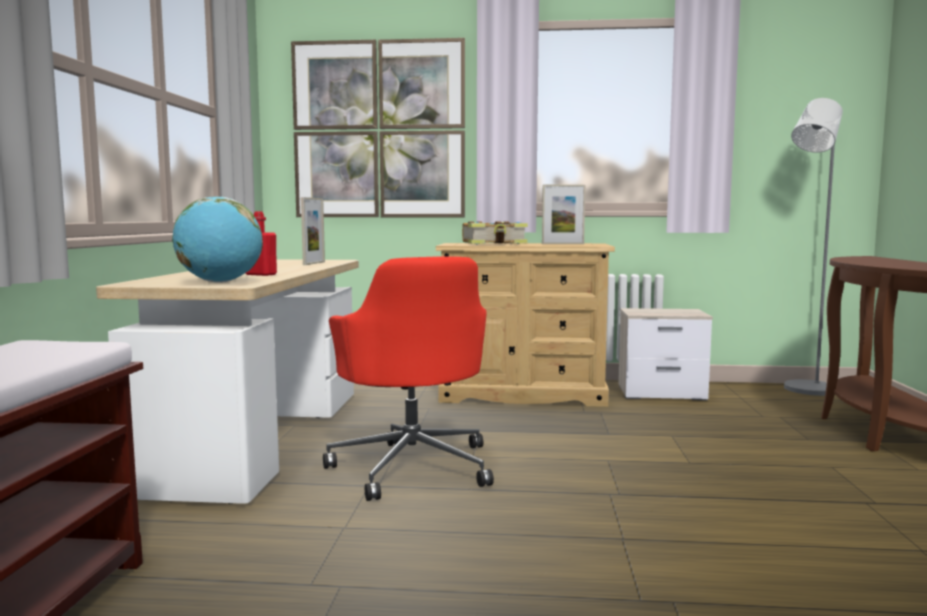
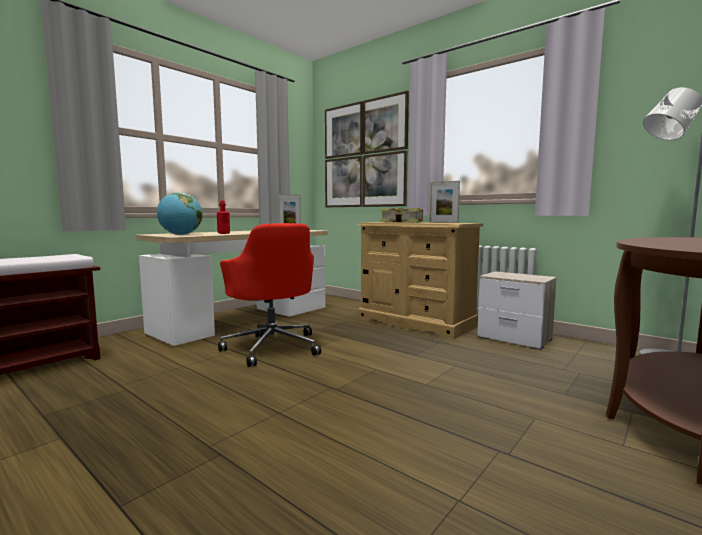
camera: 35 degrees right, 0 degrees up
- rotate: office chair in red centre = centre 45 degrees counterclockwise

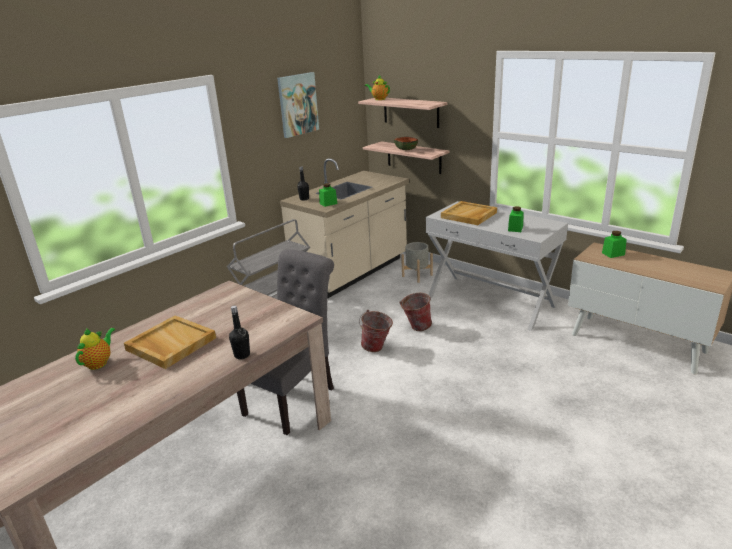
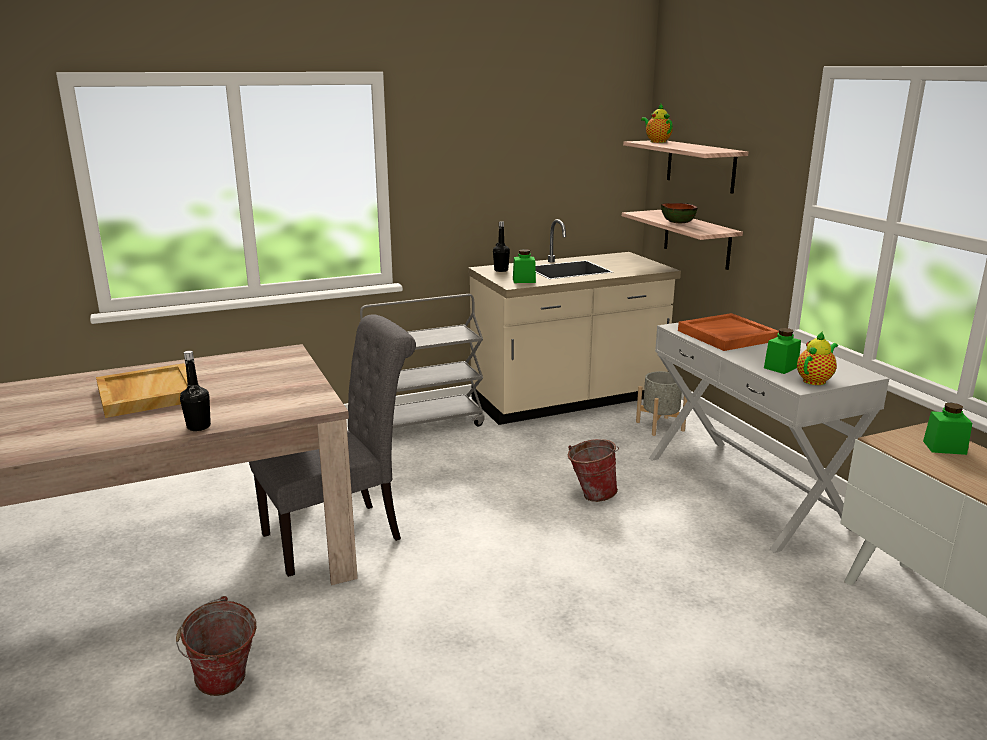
camera: 25 degrees right, 5 degrees down
- delete: picture top centre
- recolor: tray in beige (2nd from left) centre to tray in orange middle right
- move: bucket (1st from left) centre to bottom left
- move: teapot (1st from left in the first image) middle left to teapot (2nd from left) middle right

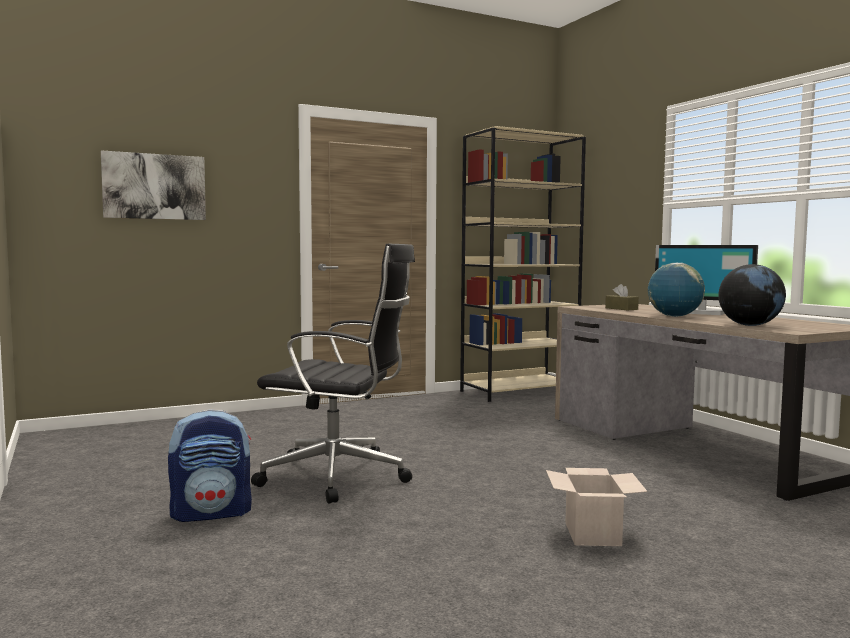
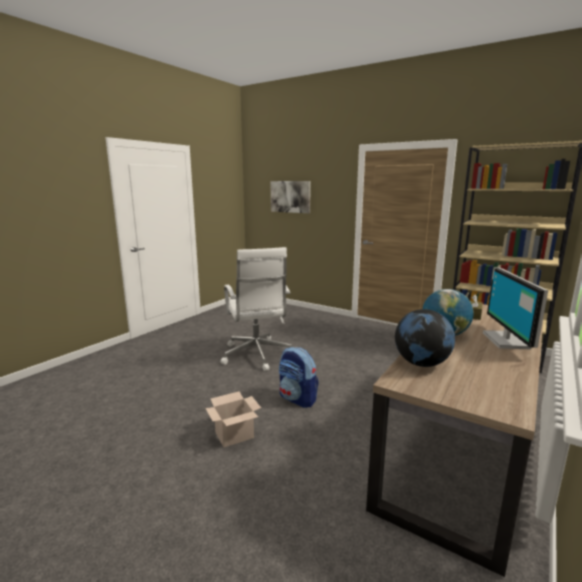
camera: 60 degrees right, 10 degrees up
- recolor: office chair in black centre to office chair in white centre
- move: backpack bottom left to centre

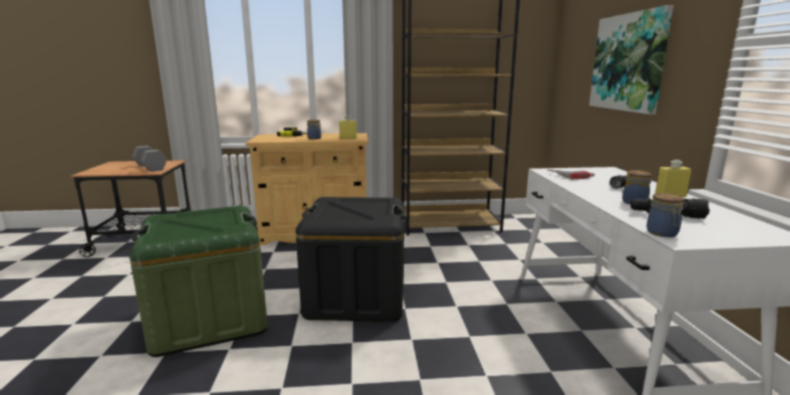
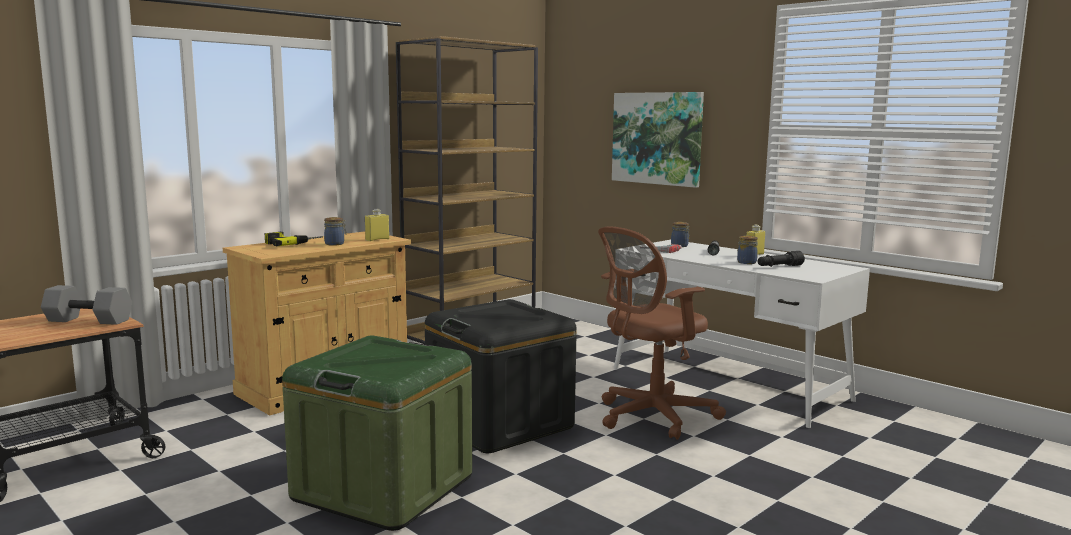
camera: 40 degrees left, 5 degrees down
- move: jar (3rd from left in the first image) middle right to jar (2nd from left) centre
- insert: office chair in brown centre

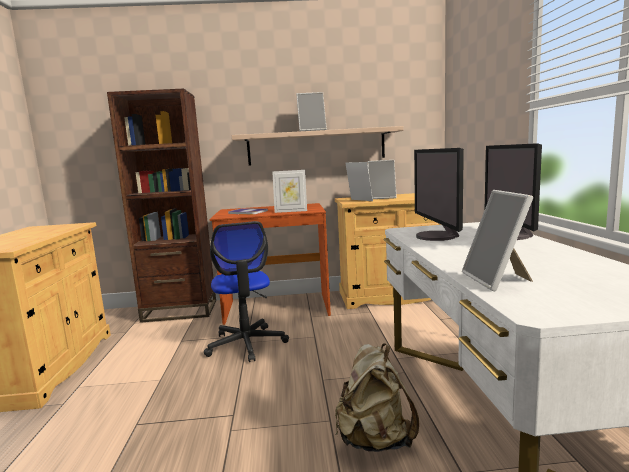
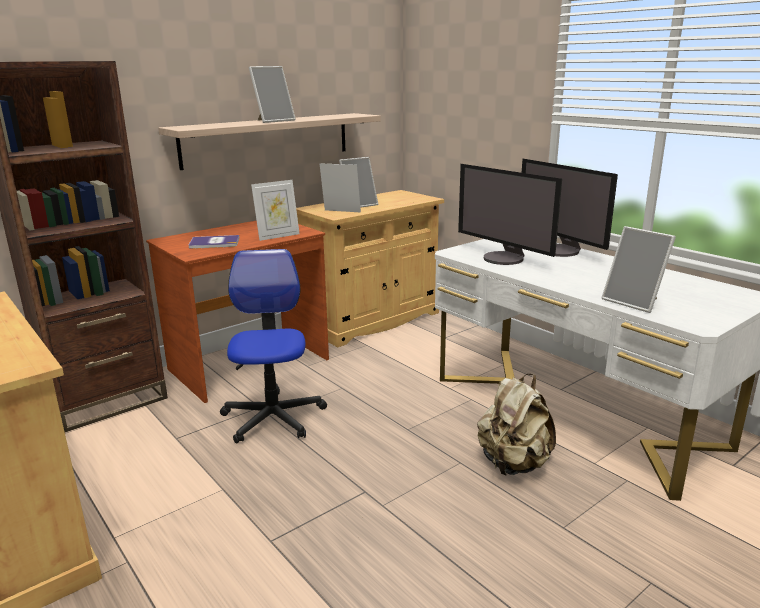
camera: 35 degrees left, 10 degrees up
- rotate: office chair centre = centre 135 degrees counterclockwise

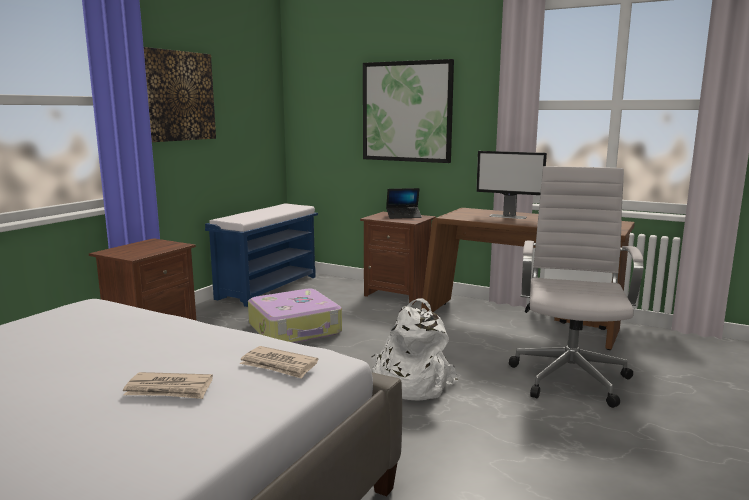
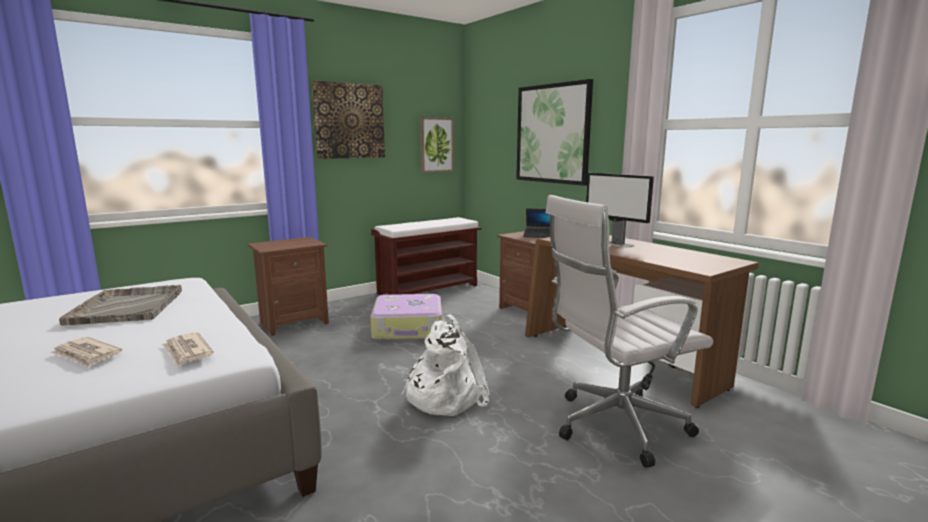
camera: 25 degrees right, 0 degrees up
- rotate: office chair in white middle right = middle right 150 degrees counterclockwise
- recolor: bench in blue centre to bench in brown centre
- insert: picture (2nd from left) top centre
- insert: tray in grey middle left

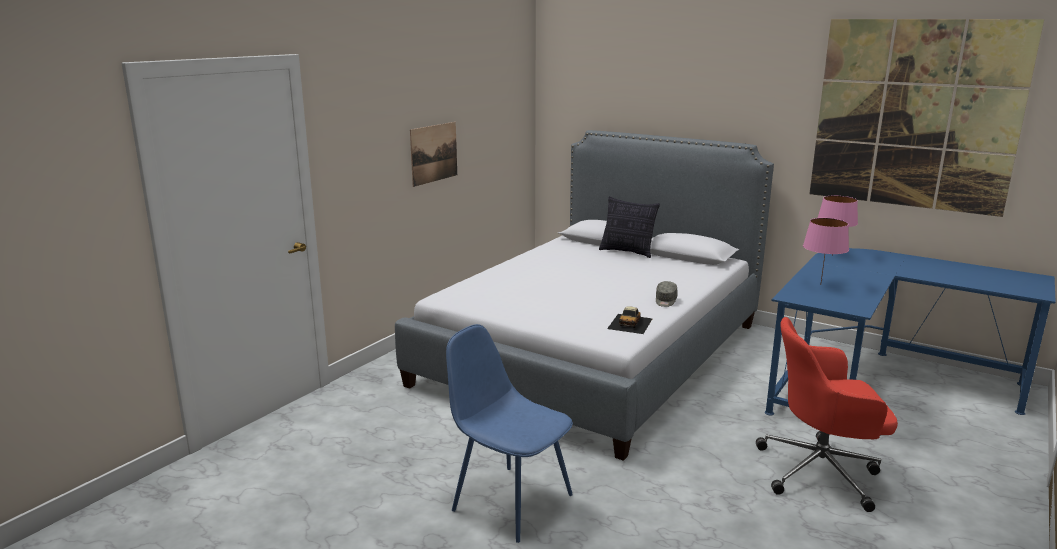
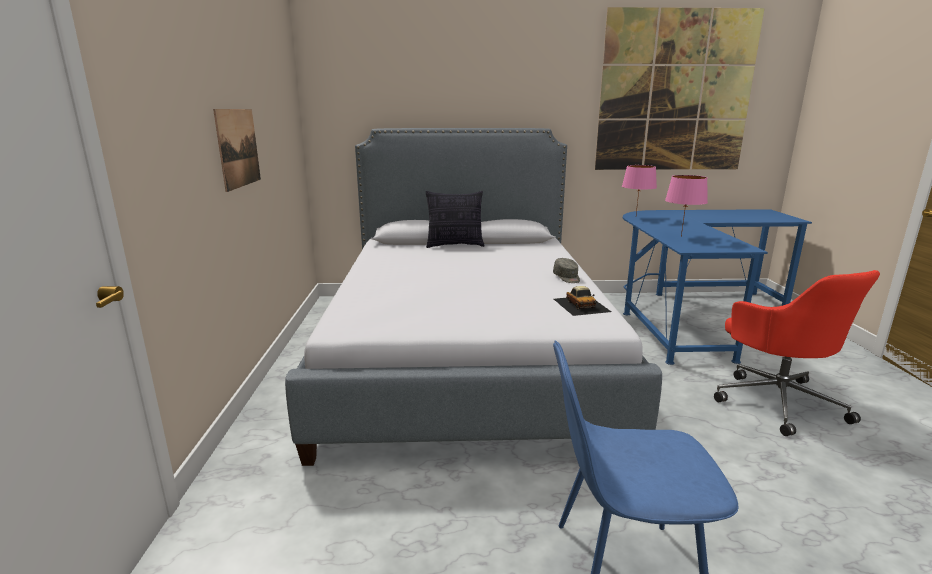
camera: 35 degrees left, 0 degrees up
- rotate: office chair in red bottom right = middle right 75 degrees counterclockwise

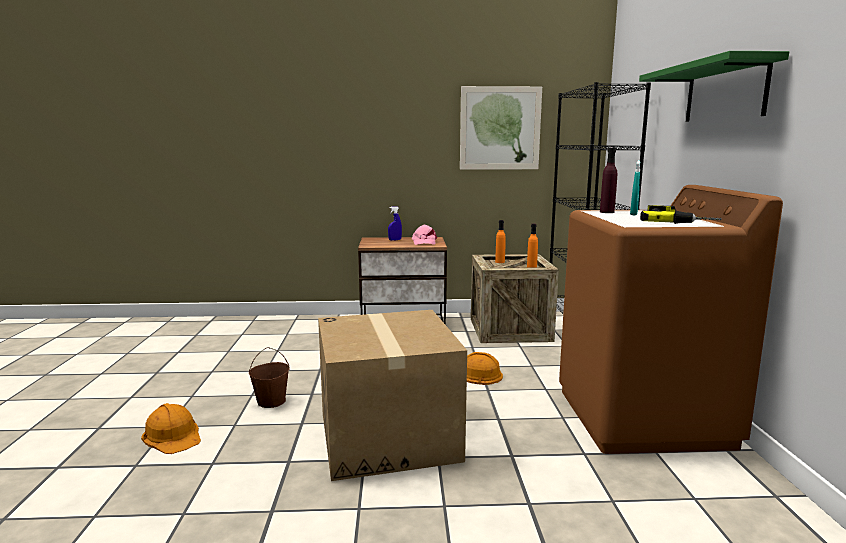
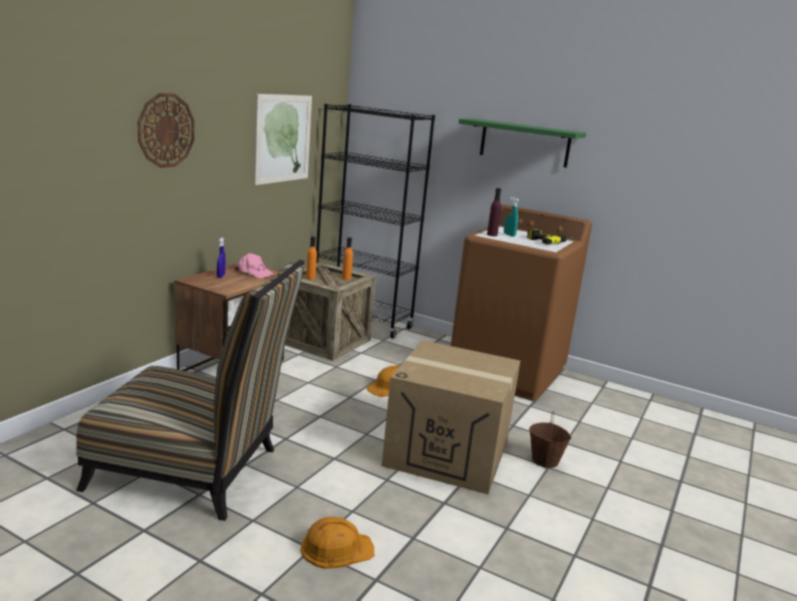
camera: 60 degrees left, 5 degrees up
- move: bucket in brown bottom left to bottom right
- insert: wall clock top left
- insert: chair middle left

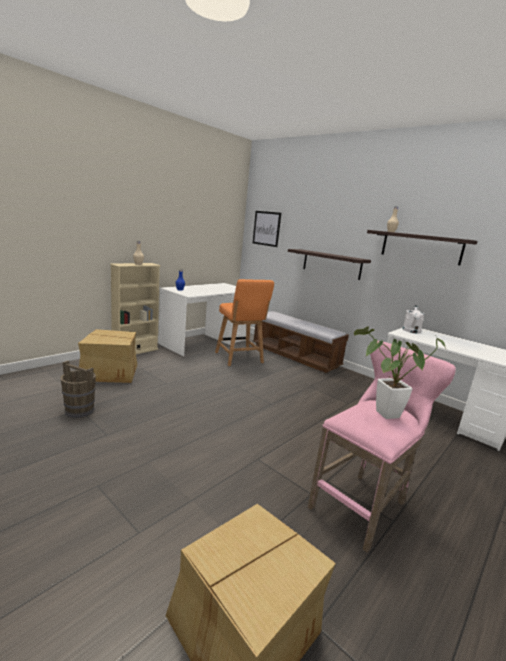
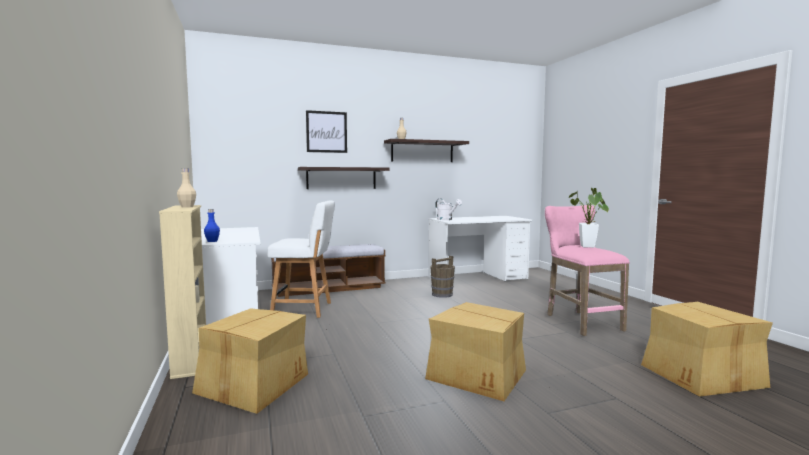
camera: 60 degrees left, 10 degrees down
- move: picture centre to top centre
- recolor: chair in orange centre to chair in white centre
- move: bucket in brown middle left to centre
- insert: cardboard box (2nd from left) bottom centre

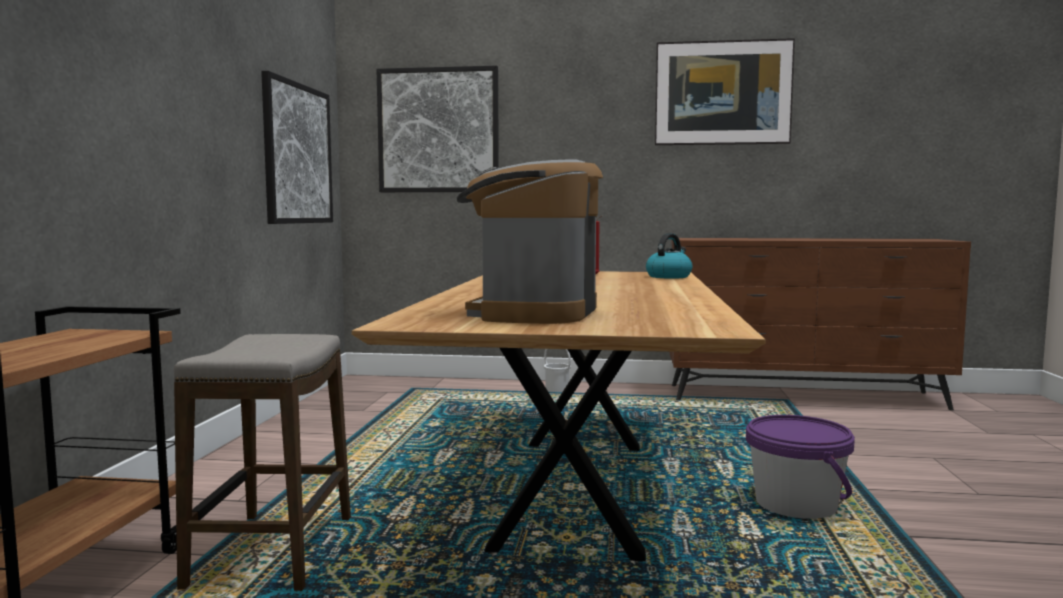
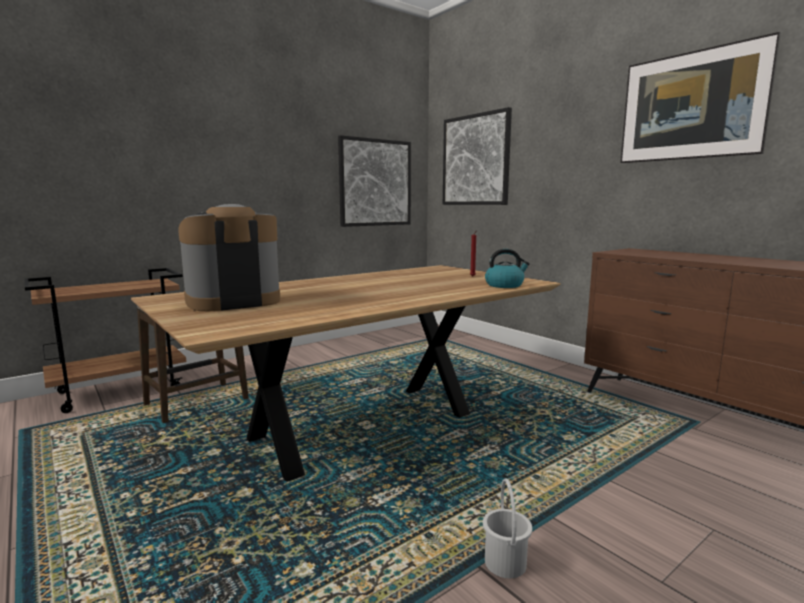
camera: 45 degrees right, 5 degrees up
- move: bucket in white centre to bottom centre
- delete: bucket in purple bottom right

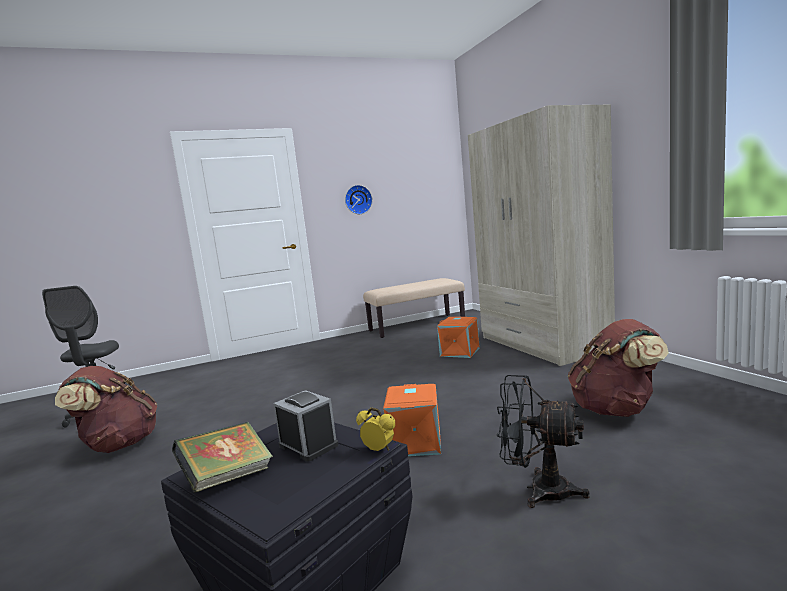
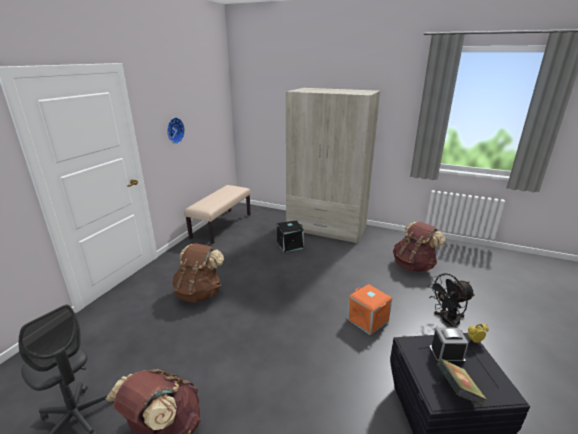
camera: 45 degrees left, 15 degrees up
- recolor: storage box in orange (2nd from left) centre to storage box in black (1st from left) centre
- insert: backpack in brown (2nd from left) centre

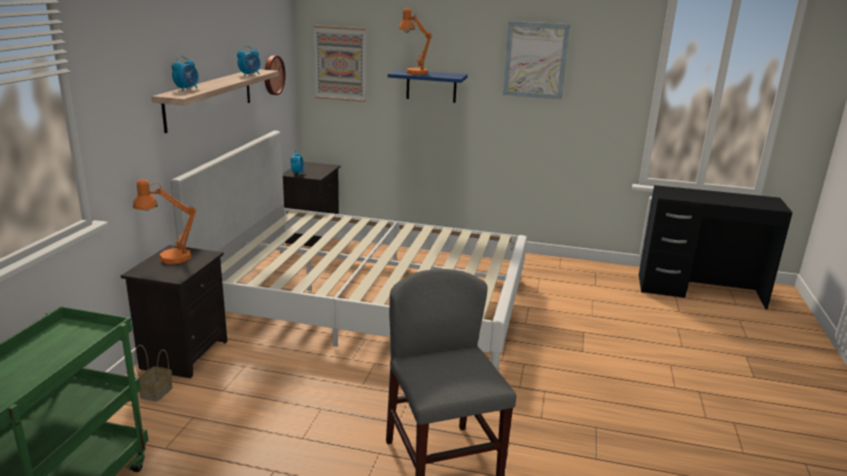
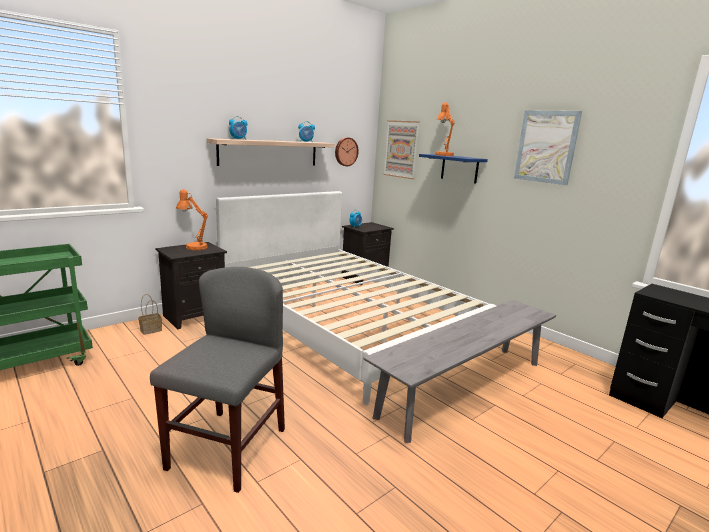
camera: 35 degrees right, 5 degrees down
- insert: bench in grey bottom centre

